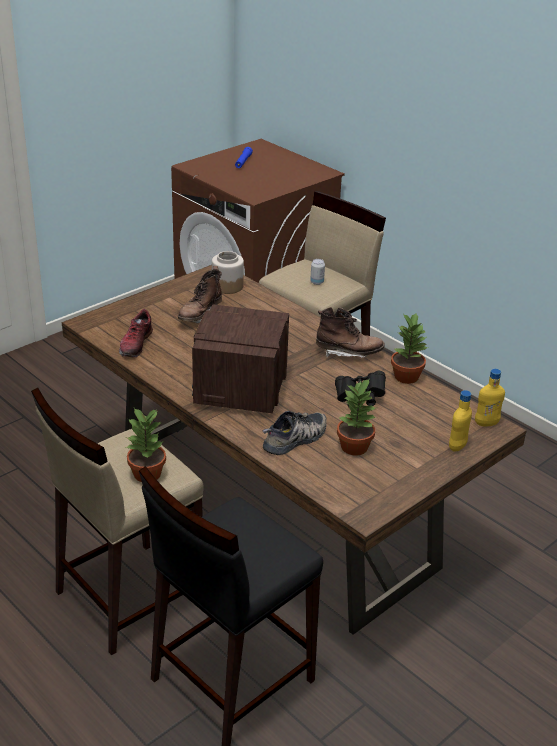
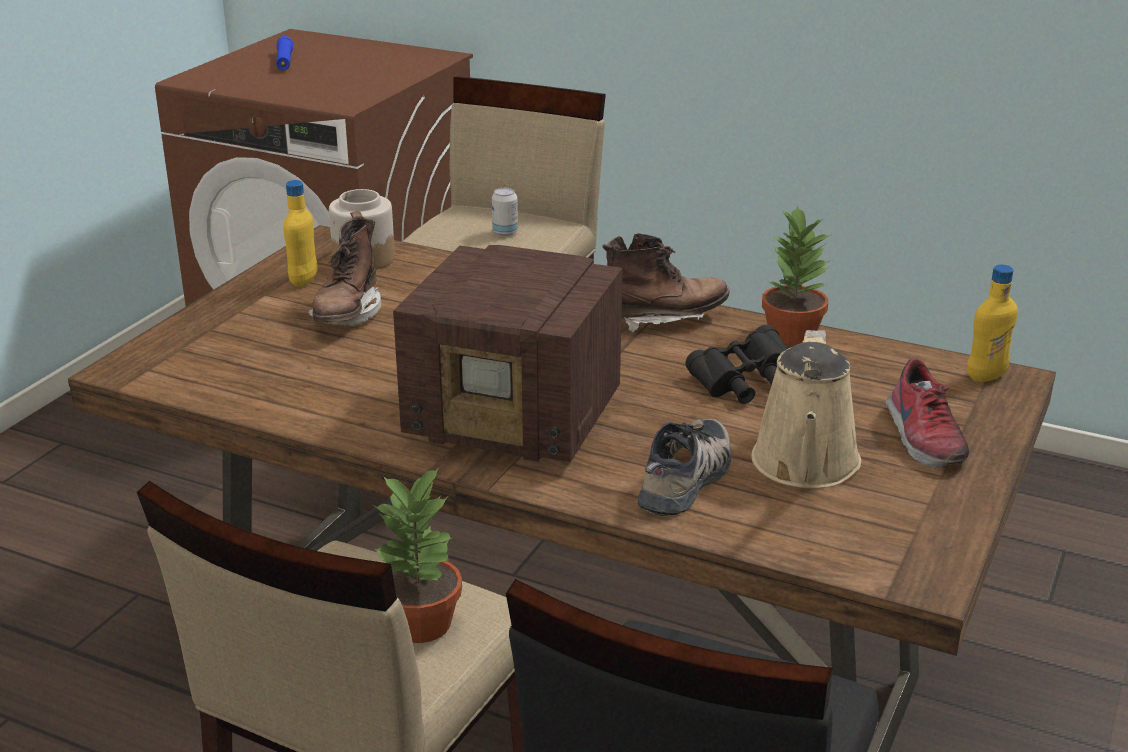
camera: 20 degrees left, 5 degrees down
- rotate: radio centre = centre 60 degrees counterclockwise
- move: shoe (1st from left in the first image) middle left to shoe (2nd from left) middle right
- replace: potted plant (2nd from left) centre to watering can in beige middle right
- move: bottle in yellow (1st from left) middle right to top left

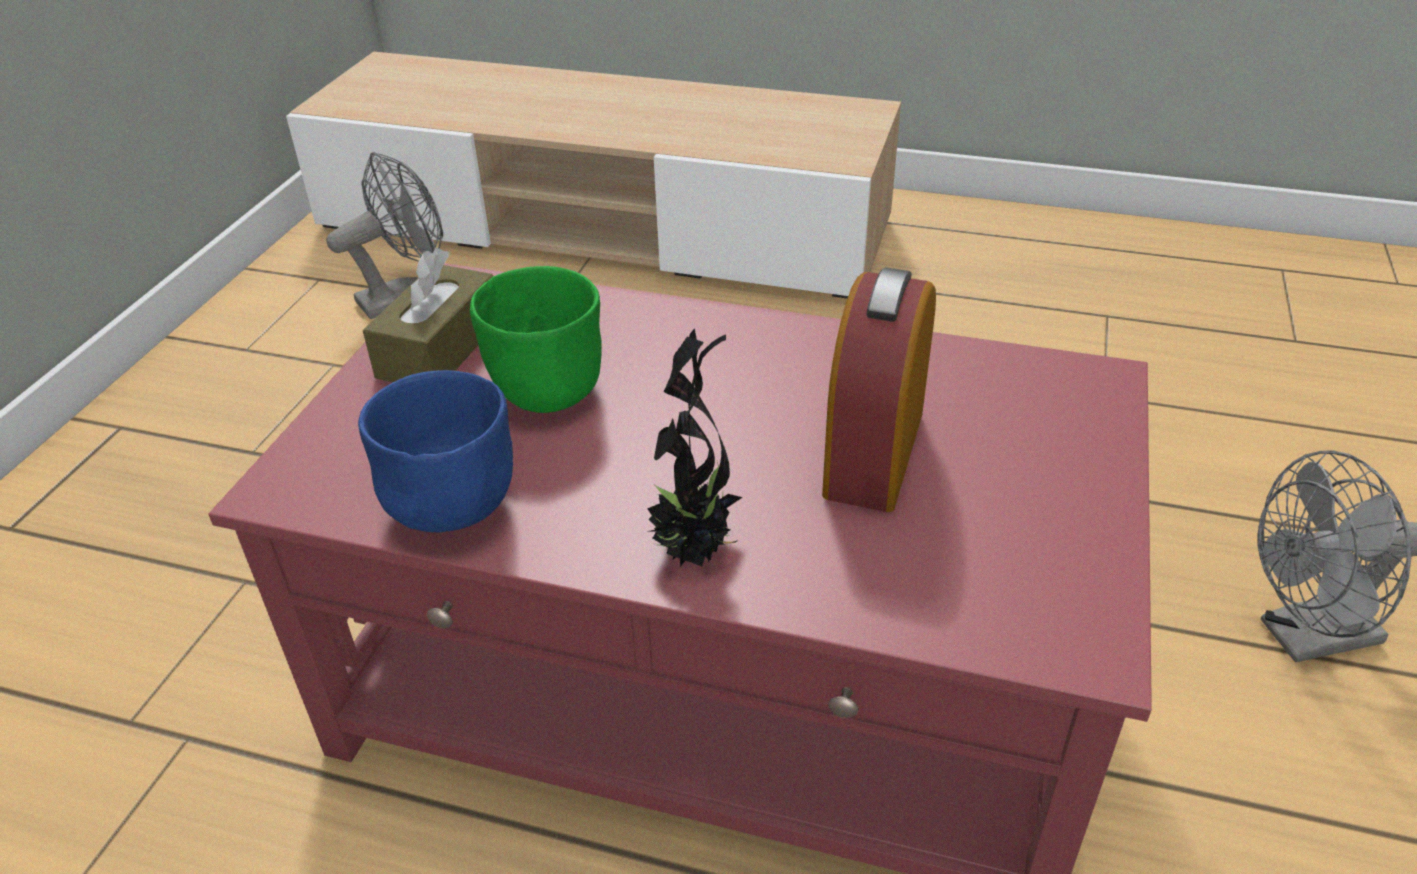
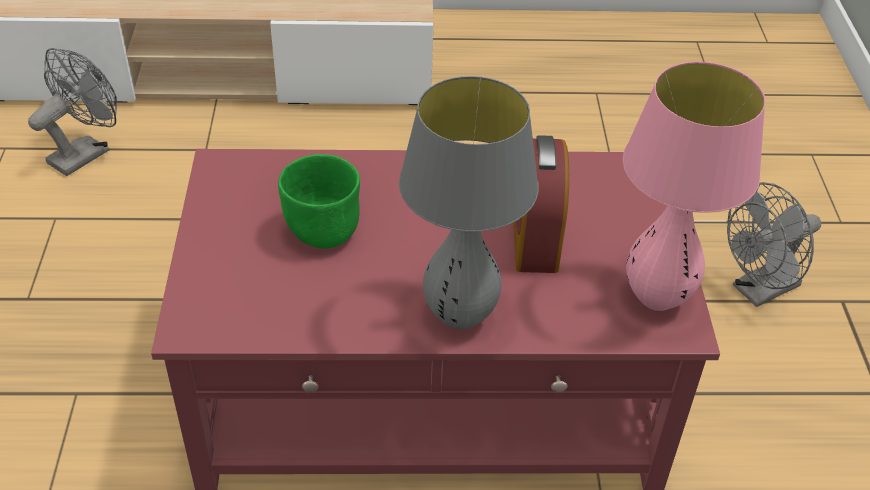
camera: 20 degrees left, 5 degrees up
- delete: tissue box in brown middle left
- replace: potted plant centre to table lamp in grey centre
- delete: bowl in blue middle left
- insert: table lamp in pink middle right

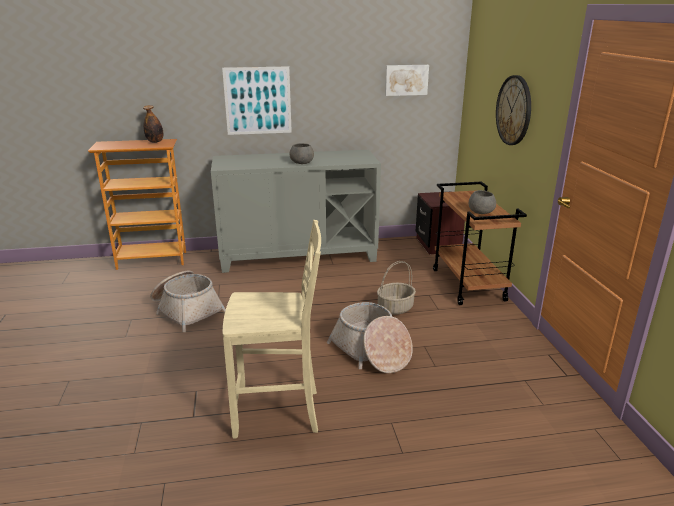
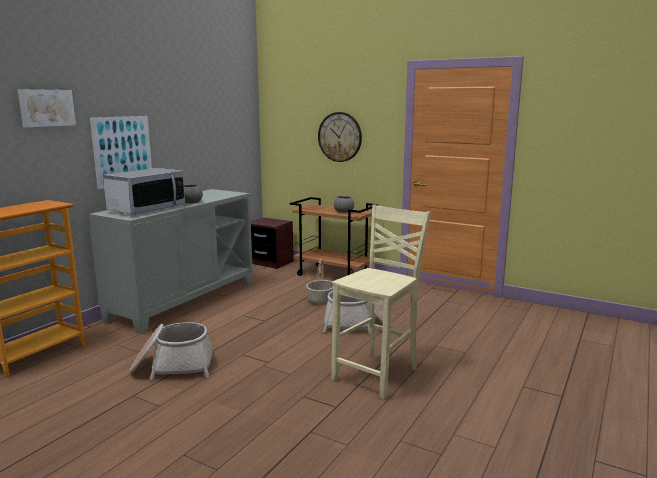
camera: 50 degrees left, 10 degrees down
- move: picture (2nd from left in the first image) top centre to picture (1st from left) top left
- delete: bottle top left
- insert: microwave middle left

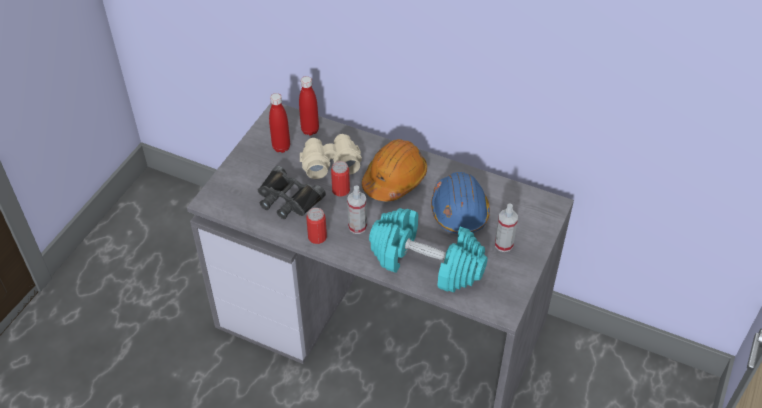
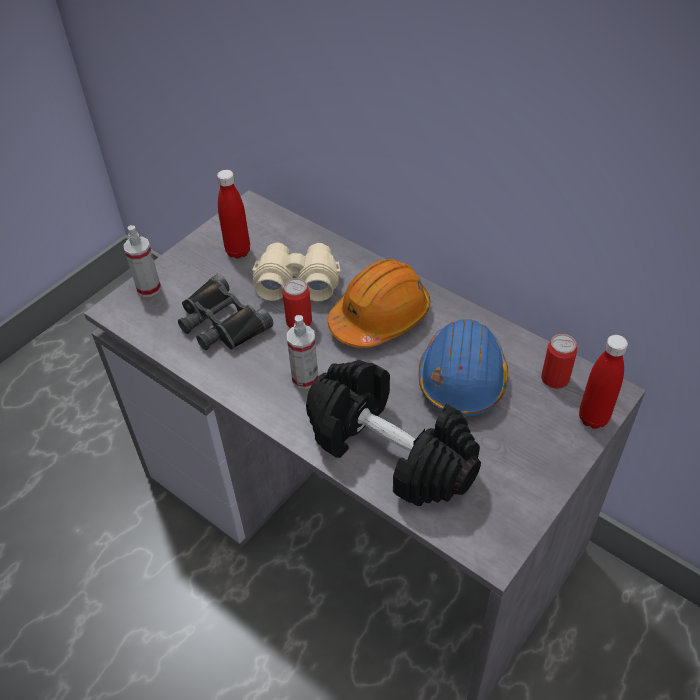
camera: 15 degrees right, 0 degrees up
- move: bottle in red (2nd from left) top centre to middle right
- move: spray bottle (2nd from left in the first image) centre to spray bottle (1st from left) middle left
- move: can (1st from left in the first image) centre to can (2nd from left) middle right
- recolor: dumbbell in turquoise centre to dumbbell in black centre

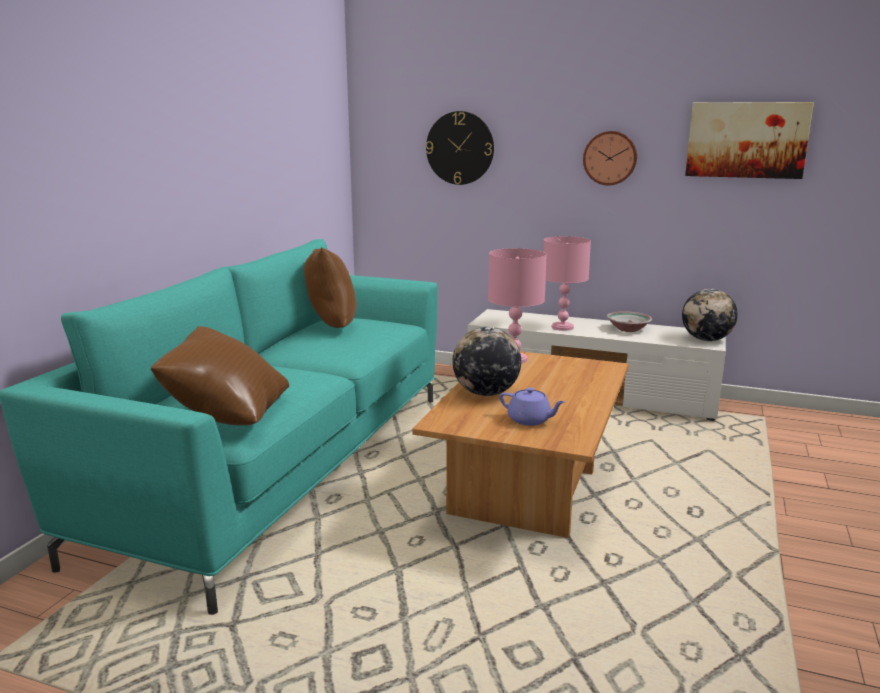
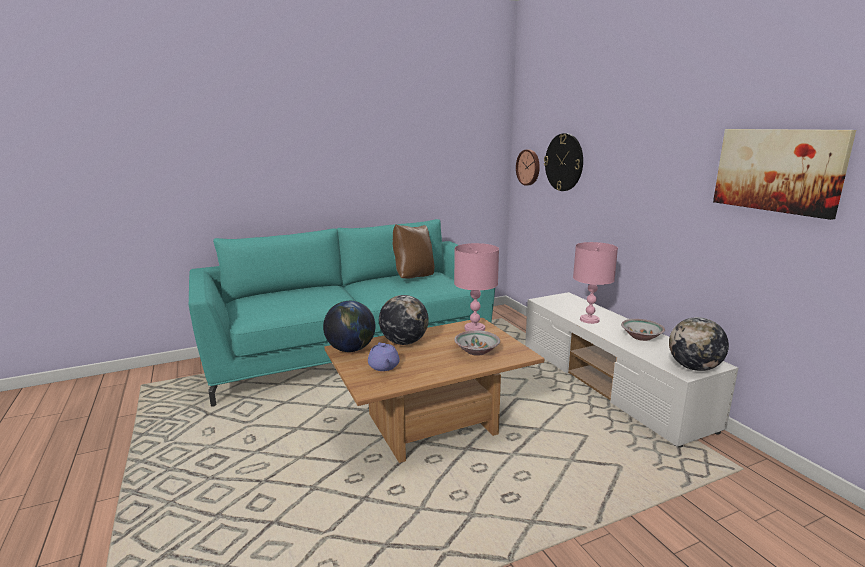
camera: 45 degrees right, 0 degrees up
- move: wall clock (2nd from left in the first image) top right to wall clock (1st from left) top centre
- delete: pillow in brown (1st from left) middle left
- insert: globe (1st from left) centre
- insert: bowl (1st from left) centre

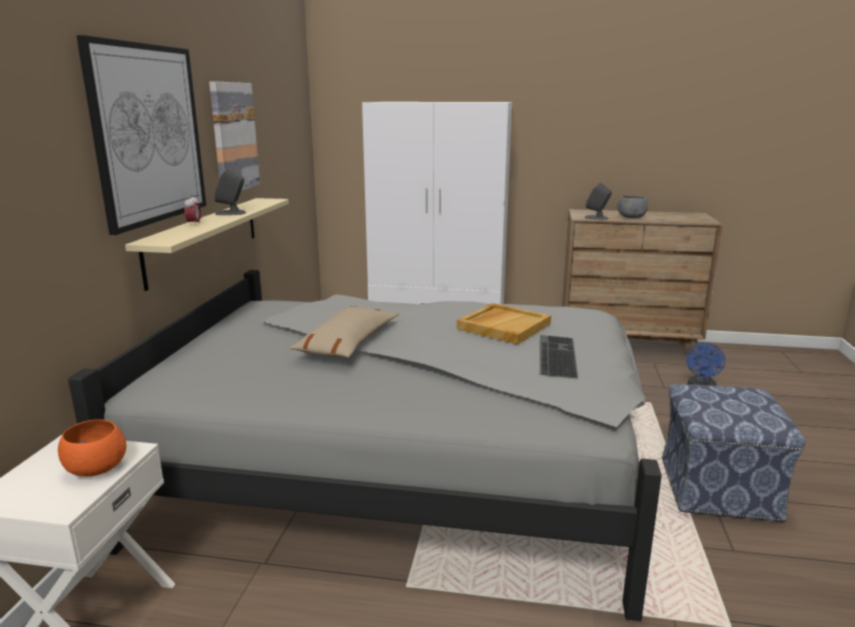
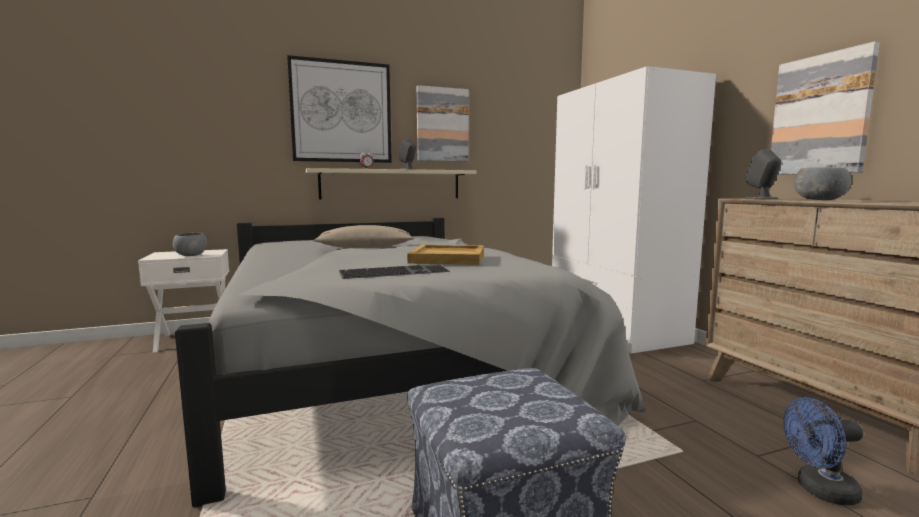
camera: 60 degrees right, 10 degrees down
- recolor: bowl in orange bottom left to bowl in grey (1st from left) middle left
- insert: picture (3rd from left) top right

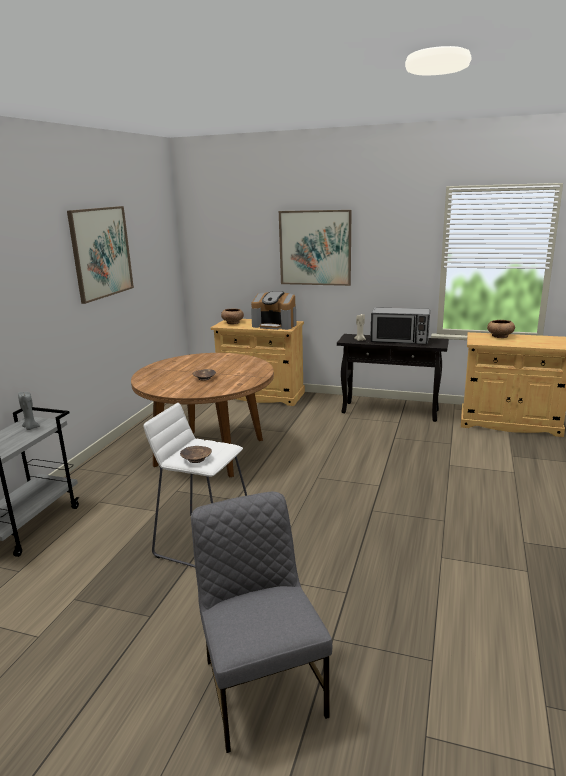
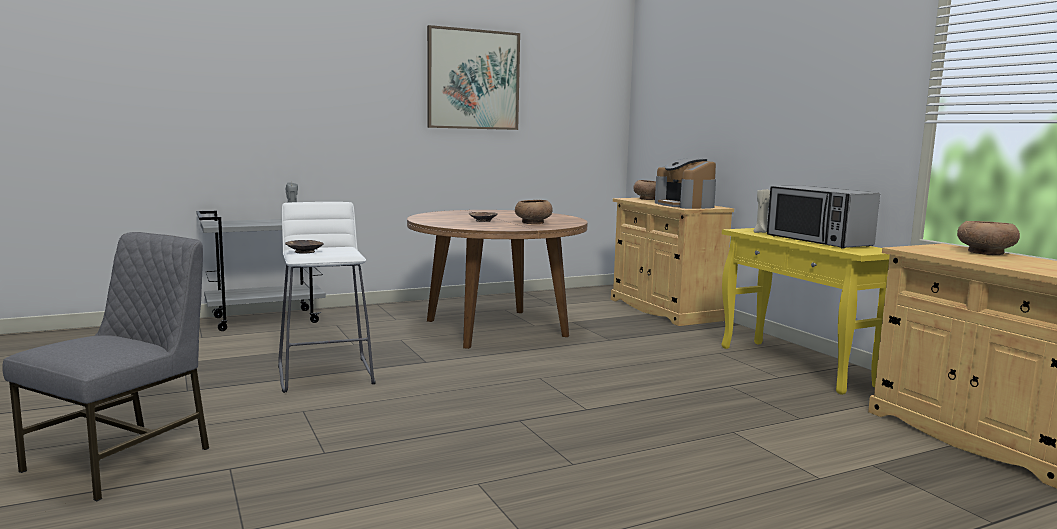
camera: 45 degrees right, 10 degrees down
- delete: picture (2nd from left) top centre
- recolor: console table in black middle right to console table in yellow middle right
- insert: bowl in brown (3rd from left) centre

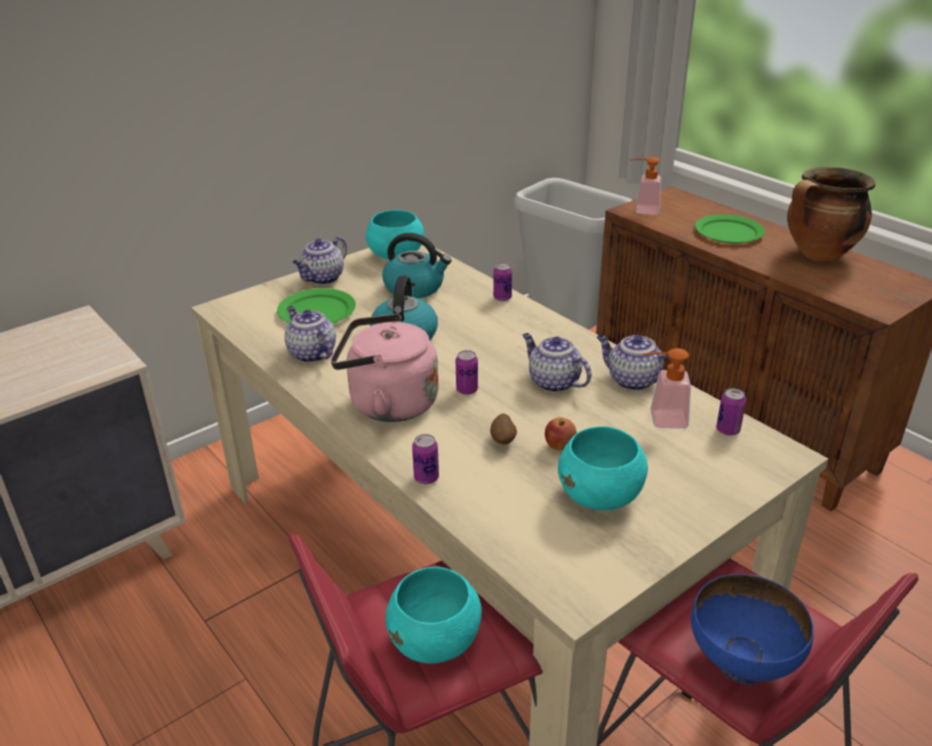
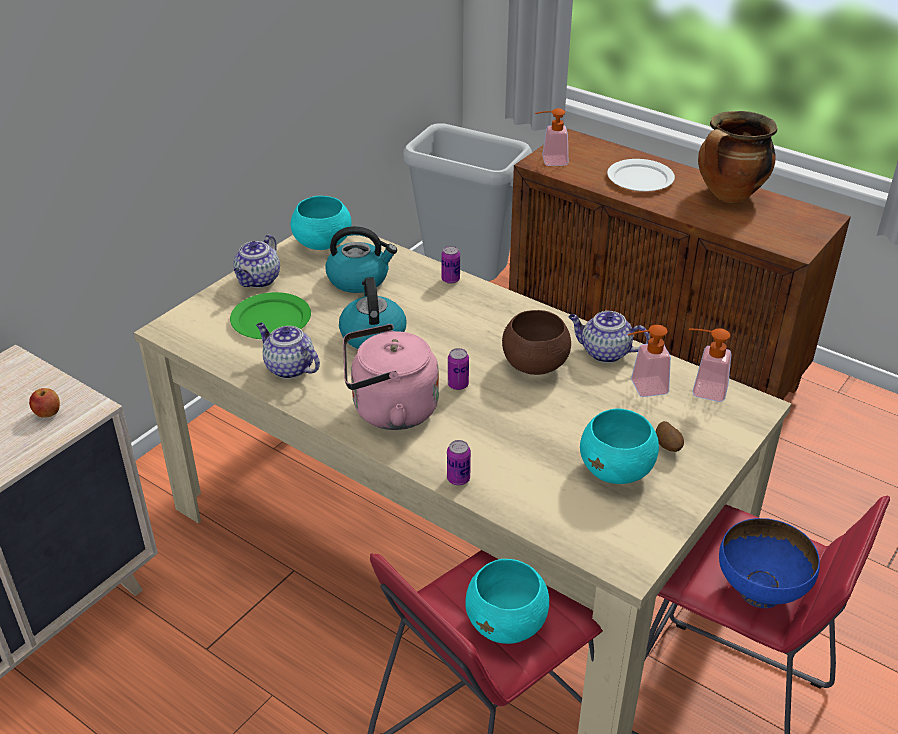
camera: 15 degrees left, 5 degrees up
- recolor: plate in green (2nd from left) top right to plate in white top right
- replace: teapot (3rd from left) centre to bowl in brown centre
- replace: can (4th from left) middle right to soap dispenser (3rd from left) middle right
- move: potato centre to middle right
- move: apple centre to middle left

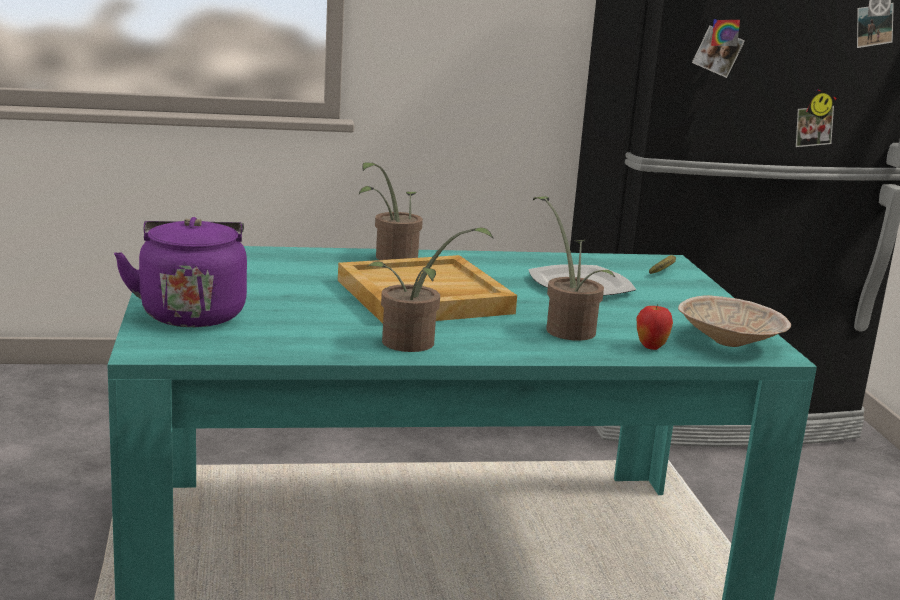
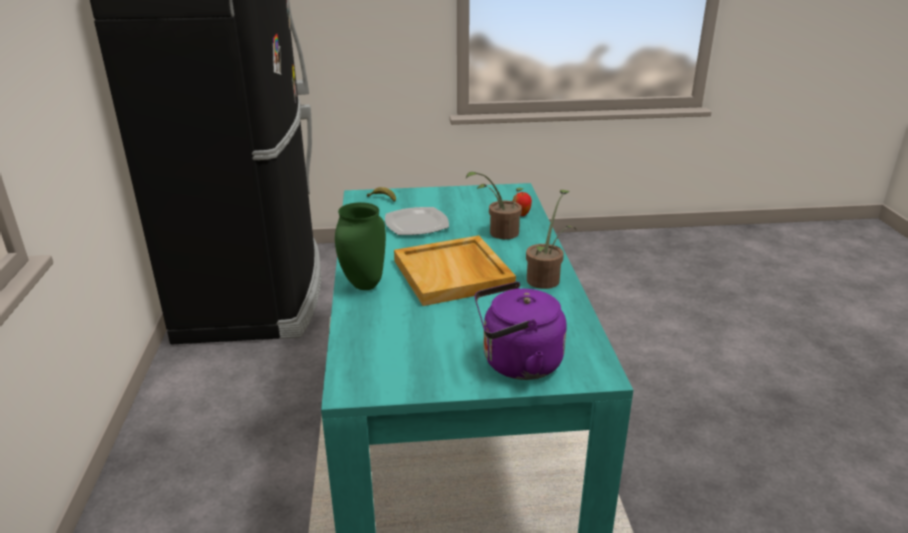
camera: 85 degrees left, 10 degrees up
- replace: potted plant (1st from left) centre to vase in green centre
- delete: bowl in beige middle right

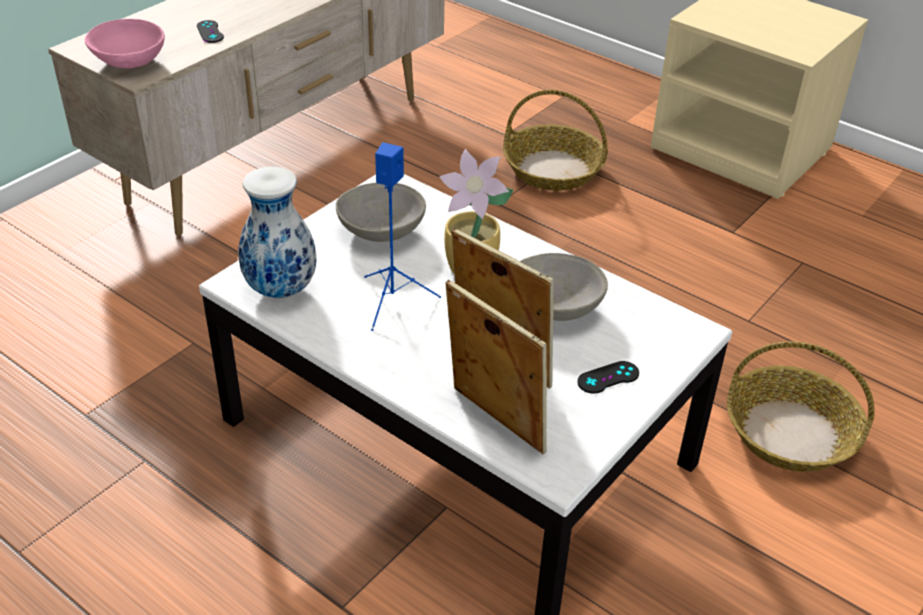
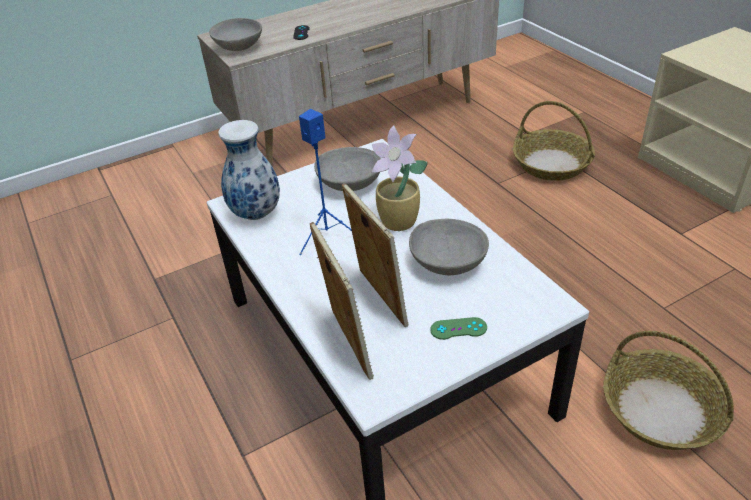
camera: 25 degrees right, 0 degrees up
- recolor: bowl in pink top left to bowl in grey (1st from left) top left
- recolor: game controller in black (2nd from left) centre to game controller in green centre

